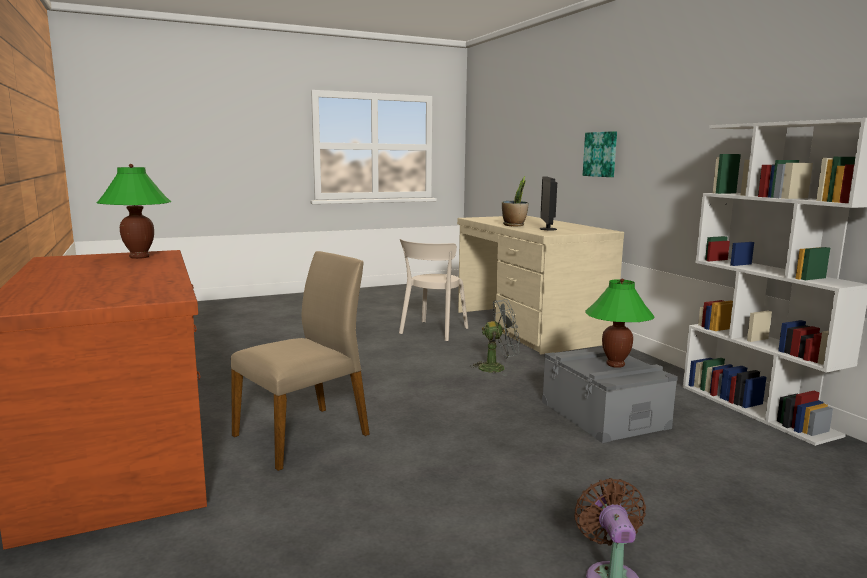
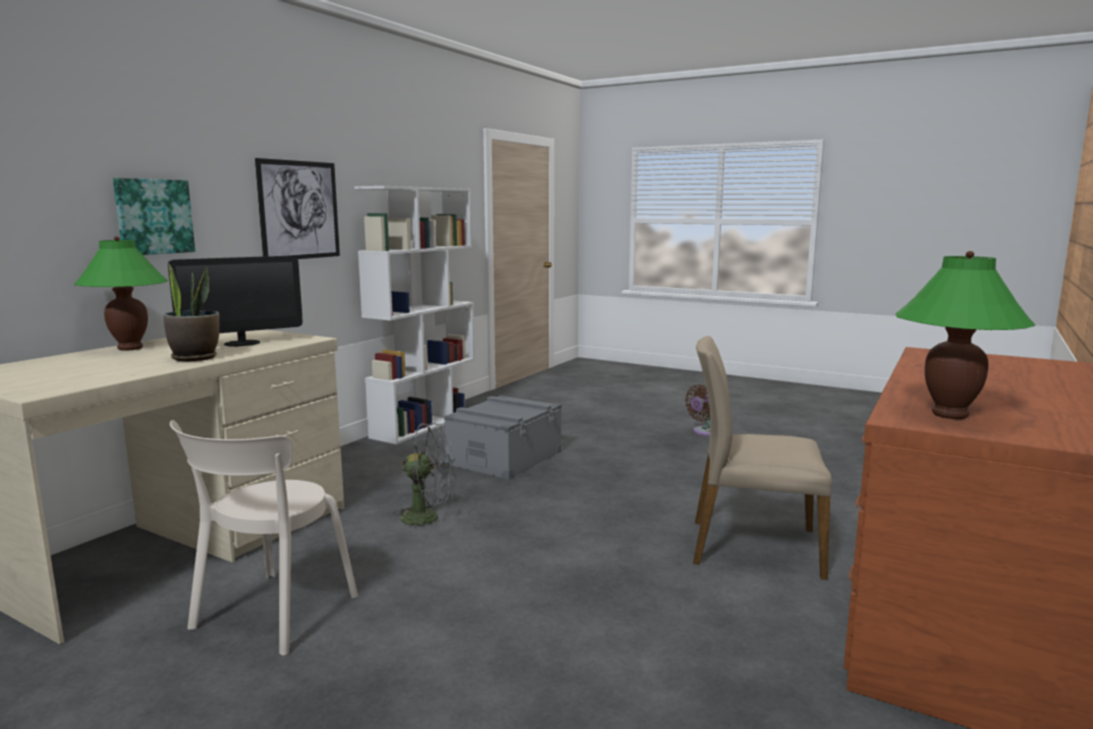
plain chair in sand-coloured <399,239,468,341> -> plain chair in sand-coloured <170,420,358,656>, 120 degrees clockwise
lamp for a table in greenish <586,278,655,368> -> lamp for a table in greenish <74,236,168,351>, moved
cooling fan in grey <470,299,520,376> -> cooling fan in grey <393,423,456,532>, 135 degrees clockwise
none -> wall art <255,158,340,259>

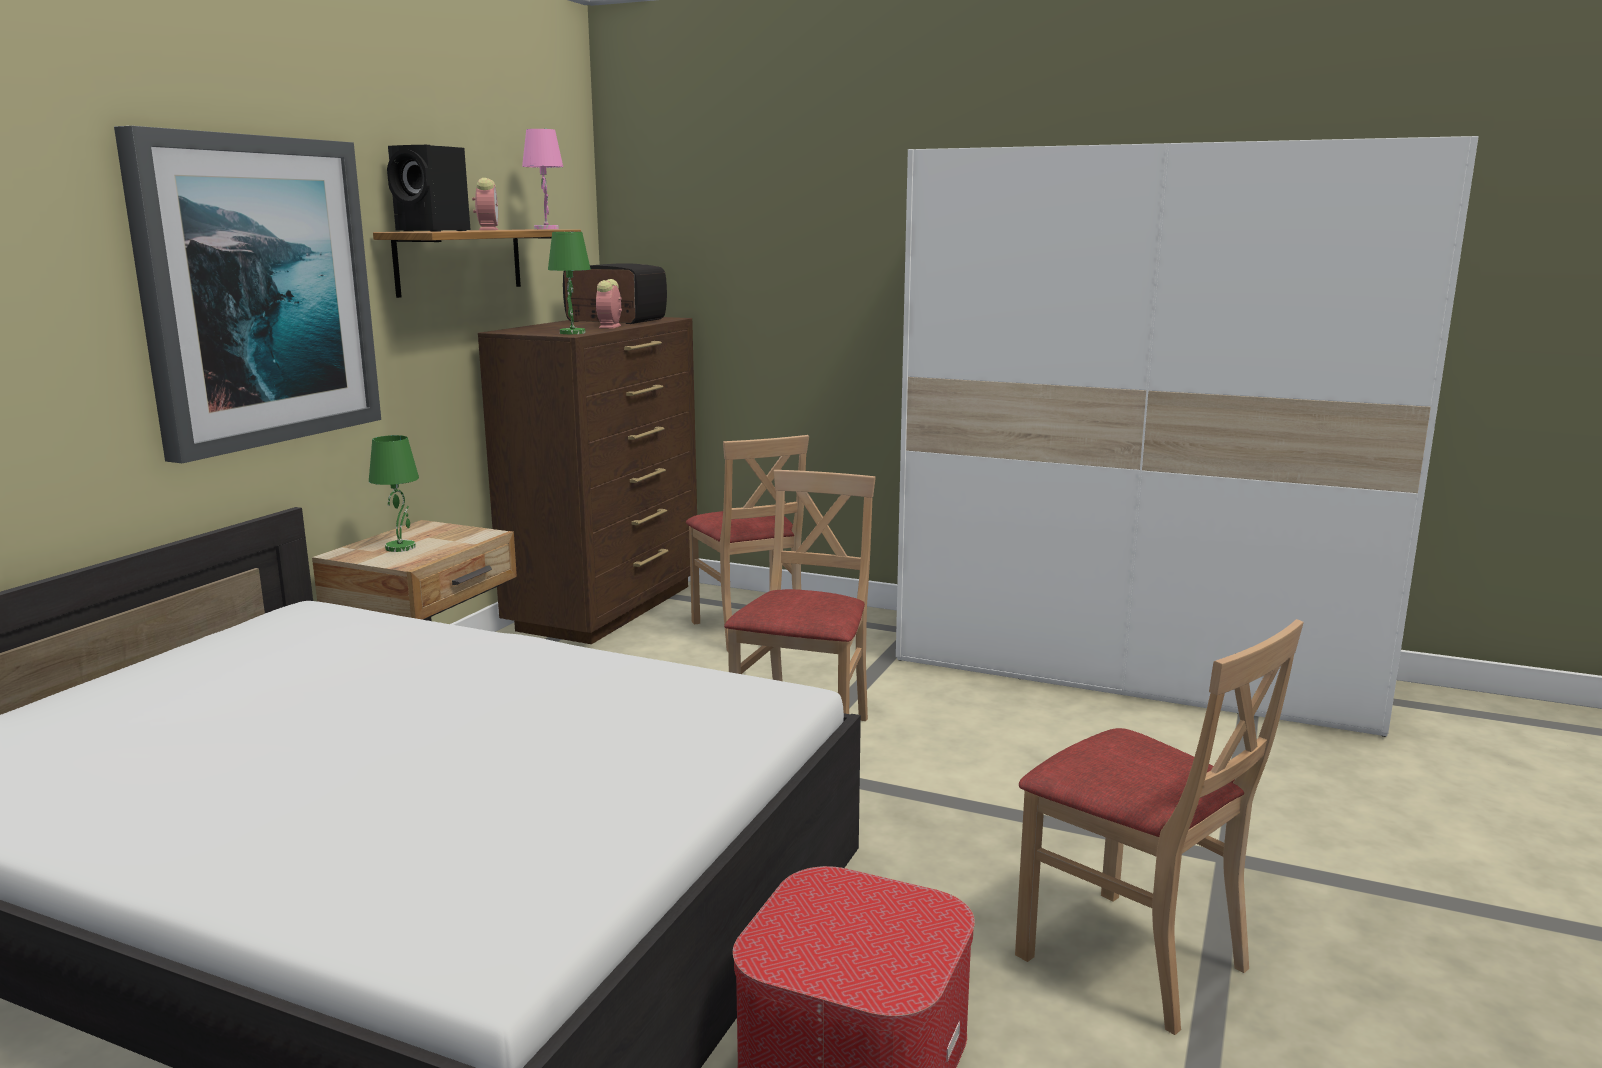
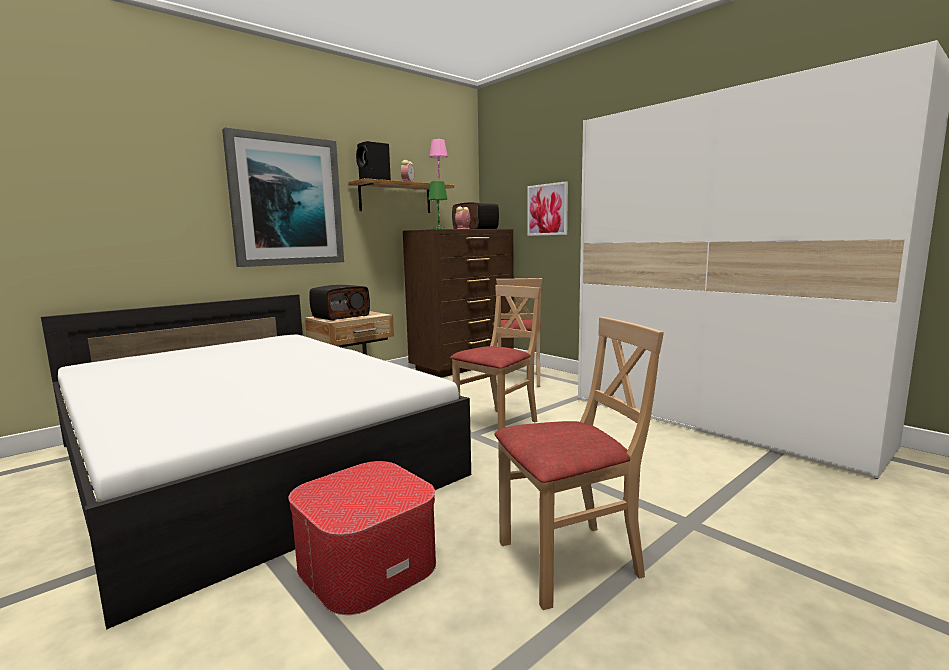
lamp for a table in greenish <369,435,419,552> -> radio receiver <309,285,370,321>
plain chair in sand-coloured <1015,619,1304,1035> -> plain chair in sand-coloured <495,317,664,610>, 90 degrees counterclockwise
none -> wall art <527,181,568,236>

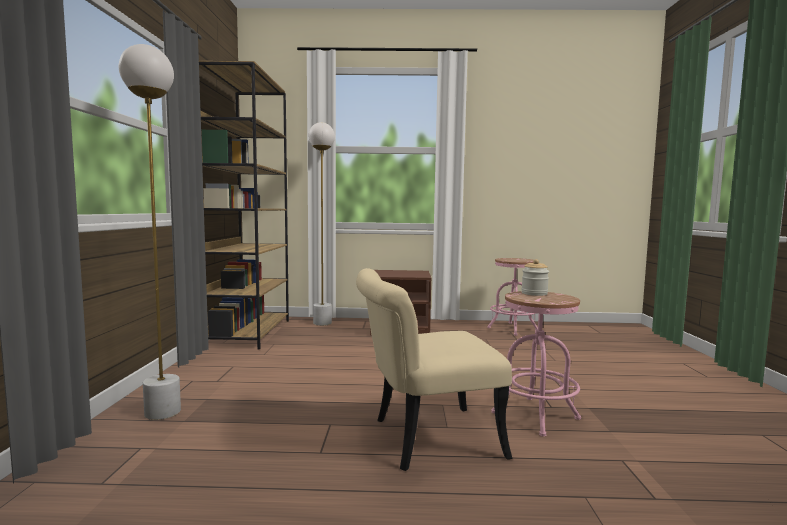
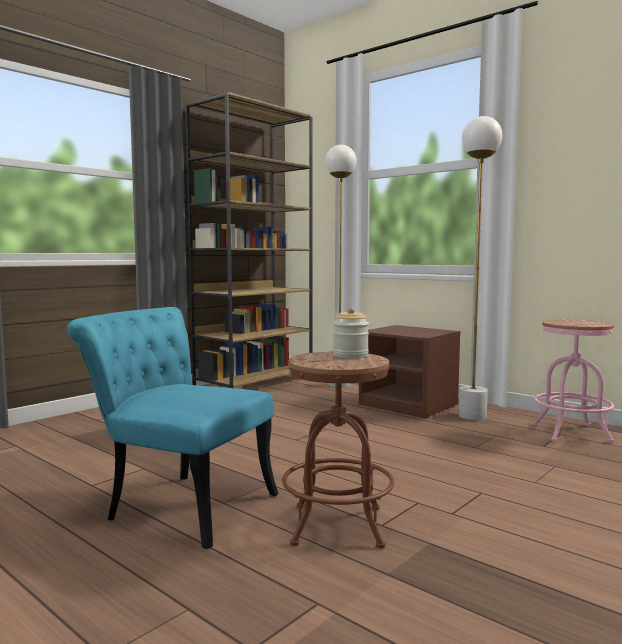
floor lamp in white <119,44,181,420> -> floor lamp in white <459,116,503,420>, moved
plain chair in sand-coloured <356,268,513,471> -> plain chair in turquoise-coloured <67,307,279,549>
sitting stool in pink <491,291,581,436> -> sitting stool in brownish <282,352,394,549>

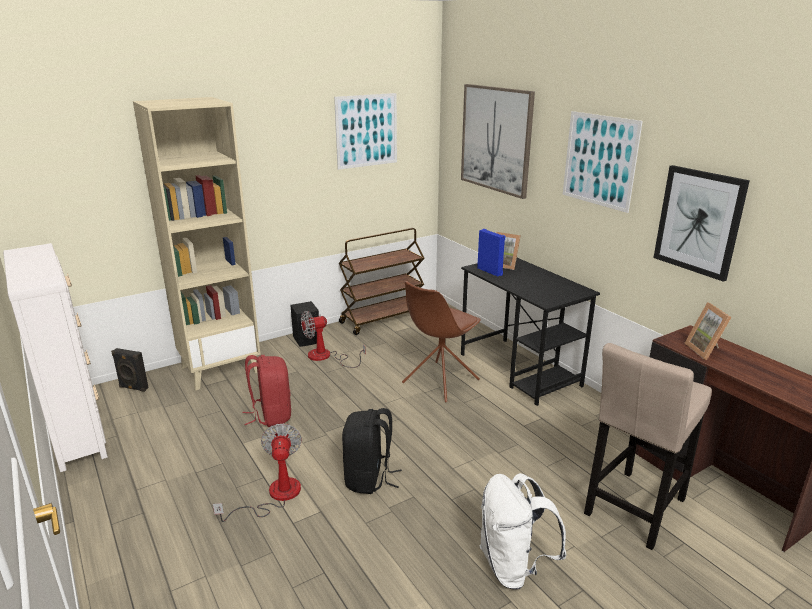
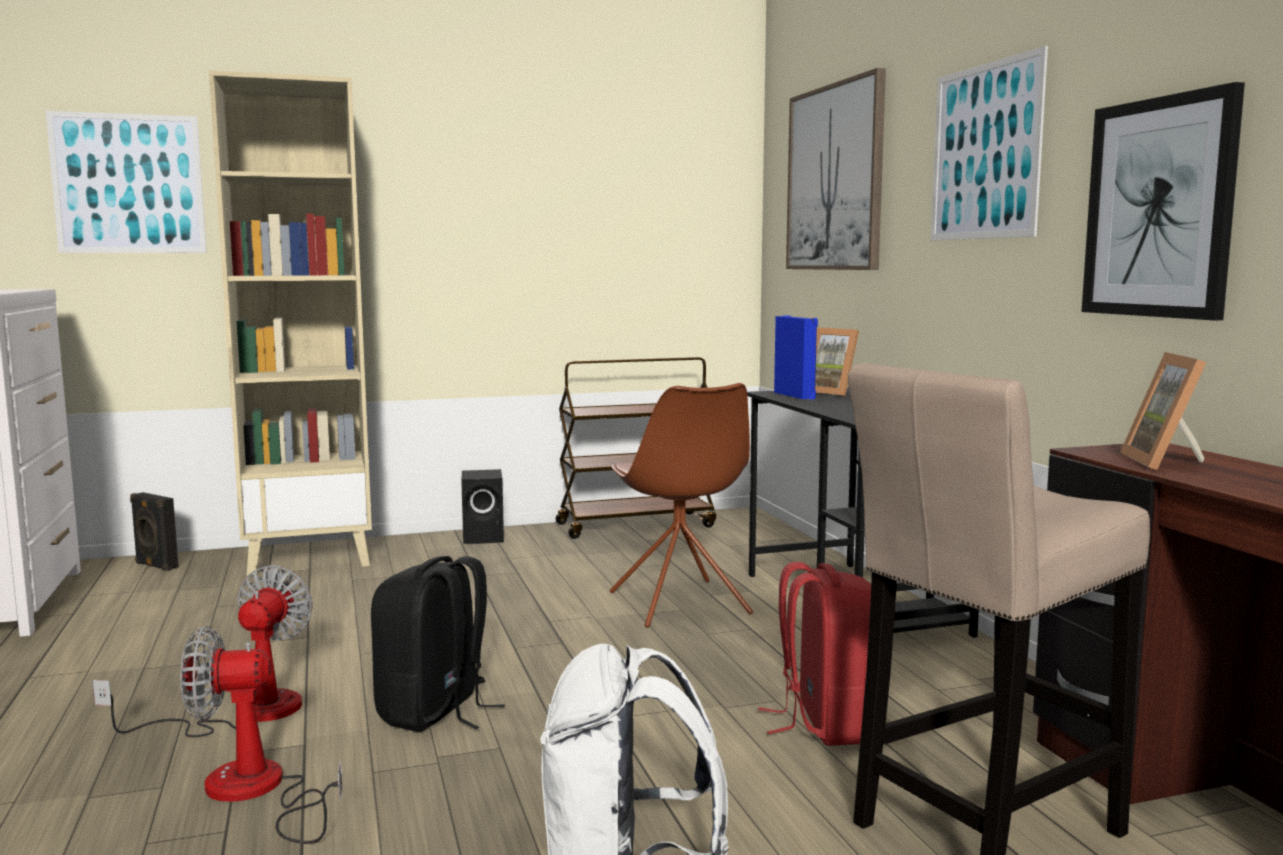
wall art <334,93,397,170> -> wall art <46,111,207,253>, moved
plain chair in brownish <402,281,481,402> -> plain chair in brownish <610,383,753,628>, 75 degrees counterclockwise
cooling fan <301,311,366,368> -> cooling fan <181,626,343,844>, moved
rucksack in reddish <243,355,291,427> -> rucksack in reddish <758,562,871,746>, moved

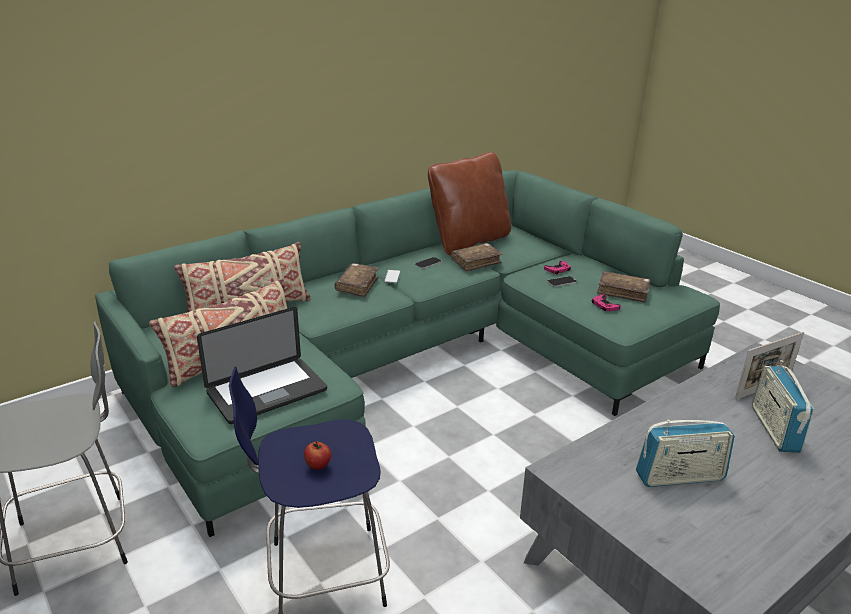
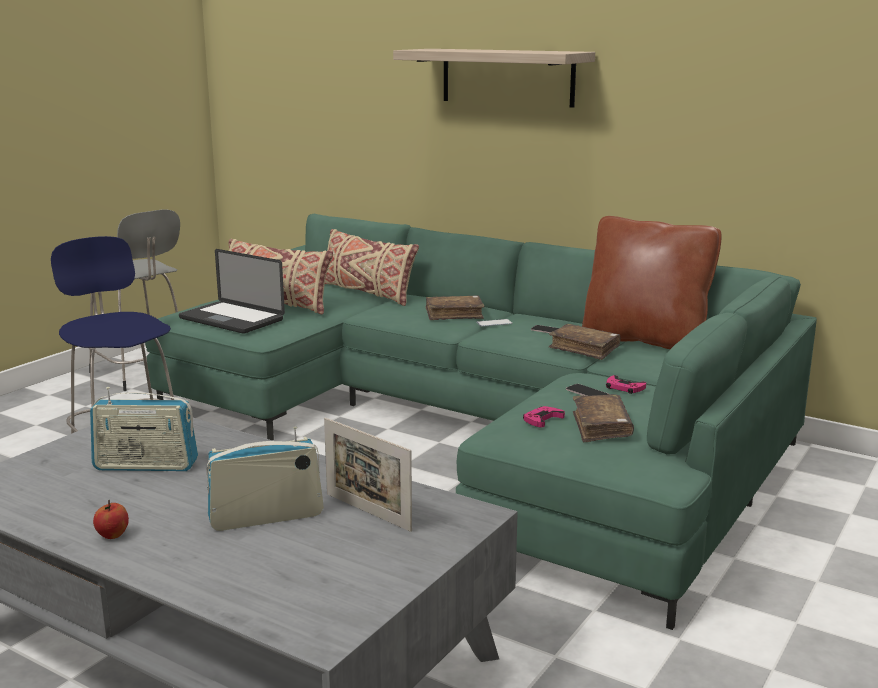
radio receiver <636,420,735,487> -> radio receiver <90,387,198,471>, 60 degrees counterclockwise
whole apple <304,441,332,470> -> whole apple <93,500,129,539>, moved
none -> shelf <393,49,595,108>

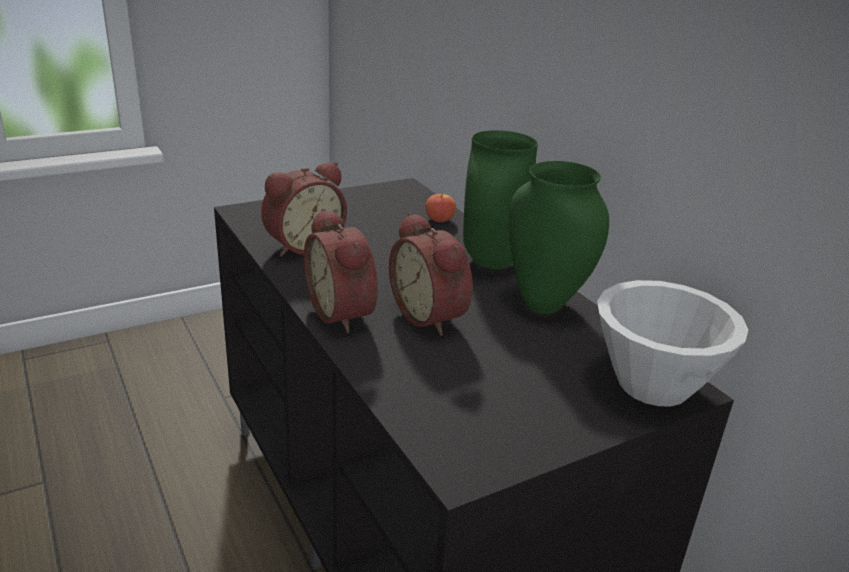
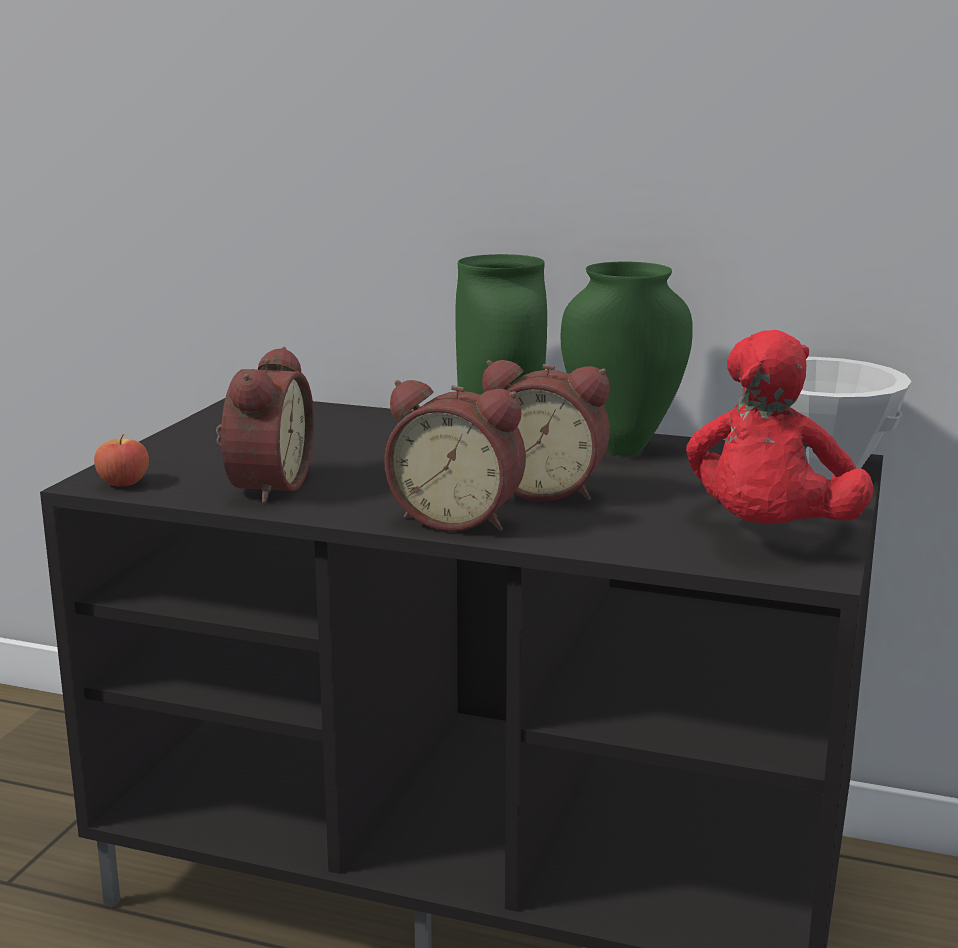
whole apple <425,193,456,222> -> whole apple <94,434,149,487>, moved
none -> soft toy in reddish <686,330,874,524>

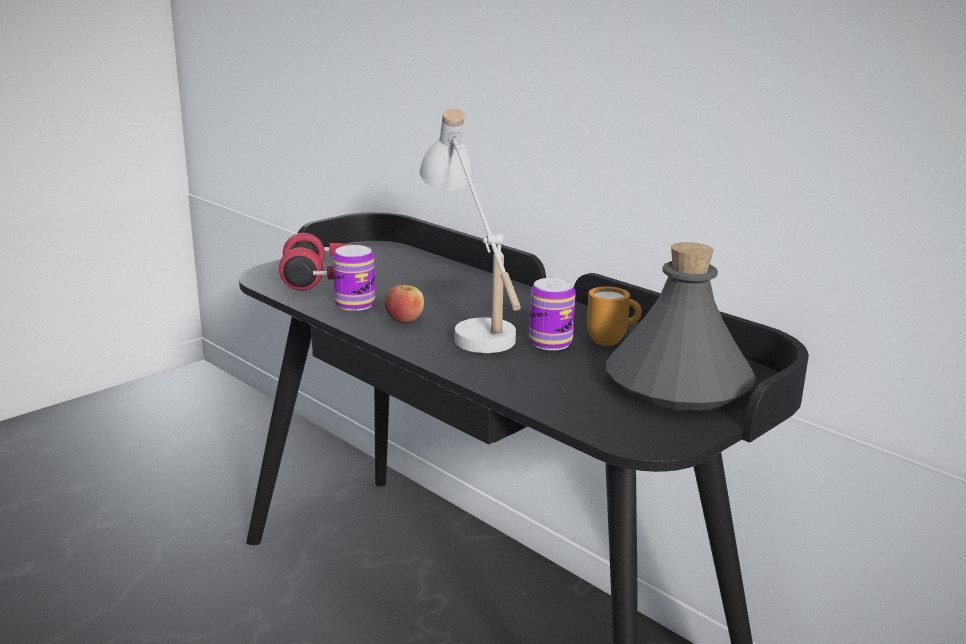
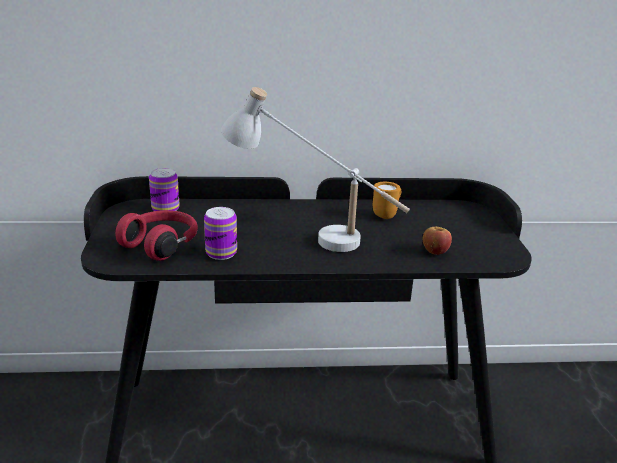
beverage bottle in grey <606,242,756,411> -> none
metal can <529,278,576,350> -> metal can <149,168,179,211>, moved
whole apple <384,281,424,323> -> whole apple <423,226,452,255>, moved

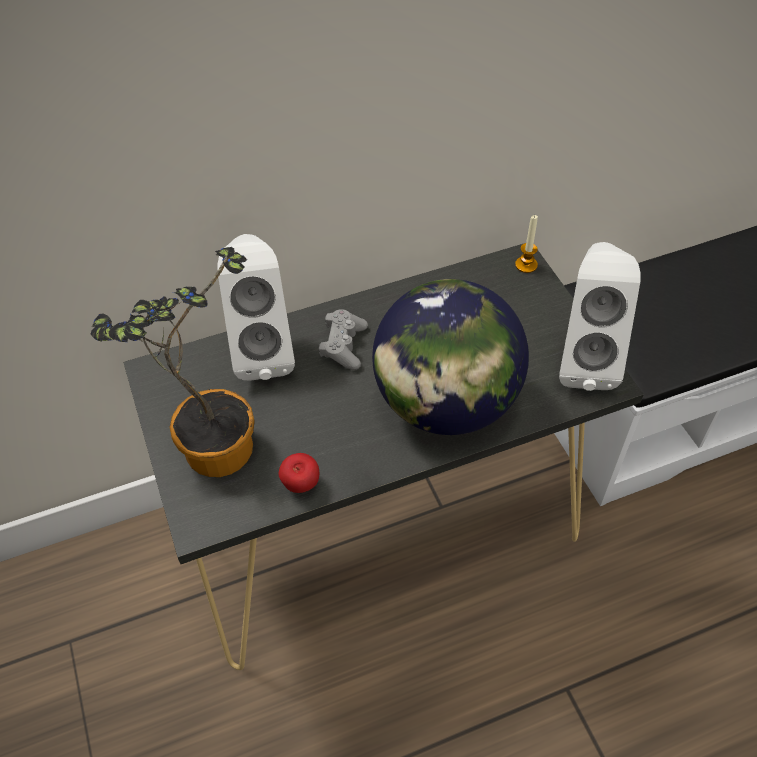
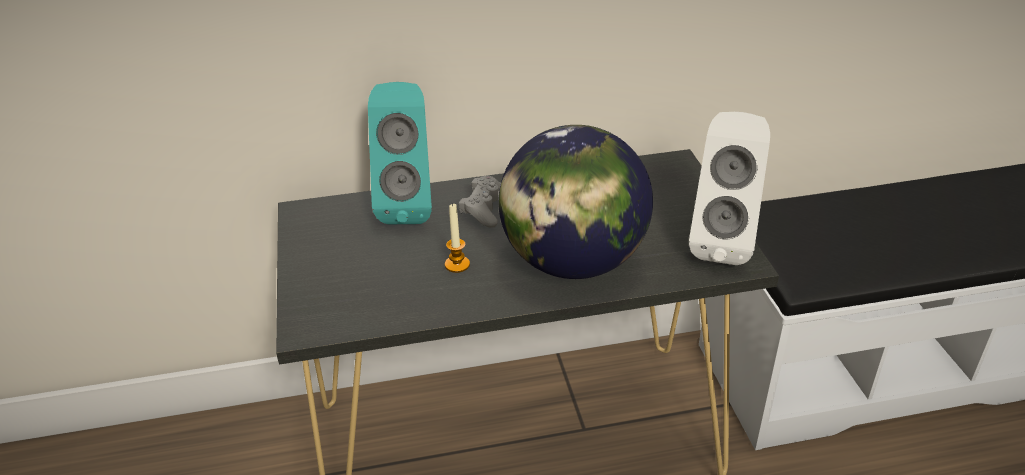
wax light <515,215,538,273> -> wax light <445,203,470,273>, moved
speaker in white <217,234,295,381> -> speaker in turquoise-coloured <368,82,432,224>
houseplant <91,247,255,477> -> none
whole apple <279,453,319,493> -> none

